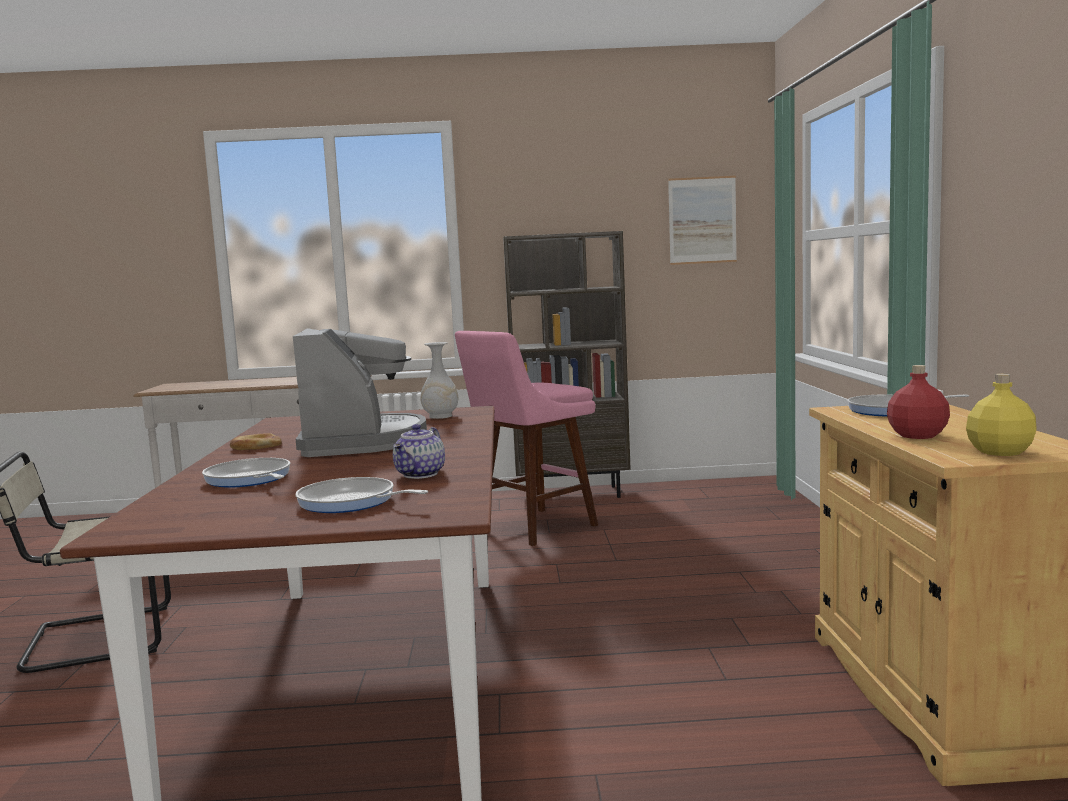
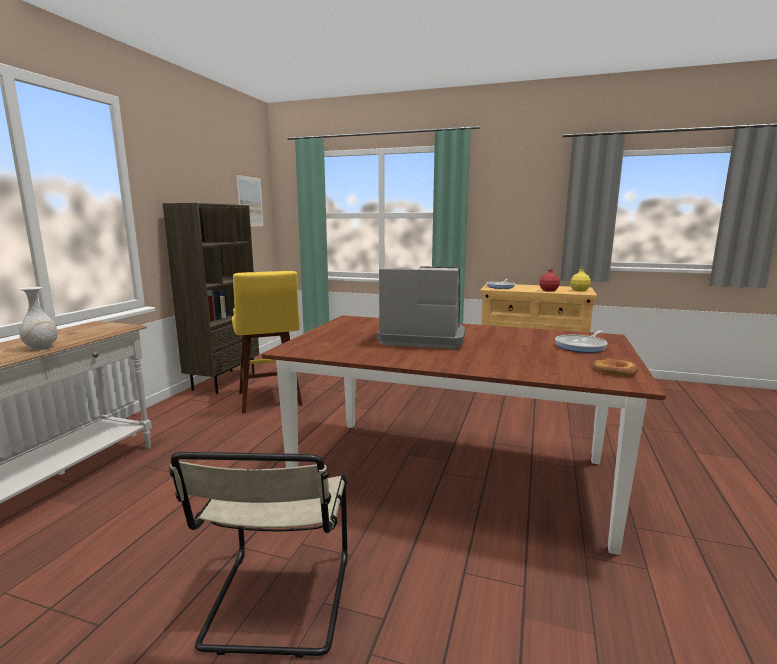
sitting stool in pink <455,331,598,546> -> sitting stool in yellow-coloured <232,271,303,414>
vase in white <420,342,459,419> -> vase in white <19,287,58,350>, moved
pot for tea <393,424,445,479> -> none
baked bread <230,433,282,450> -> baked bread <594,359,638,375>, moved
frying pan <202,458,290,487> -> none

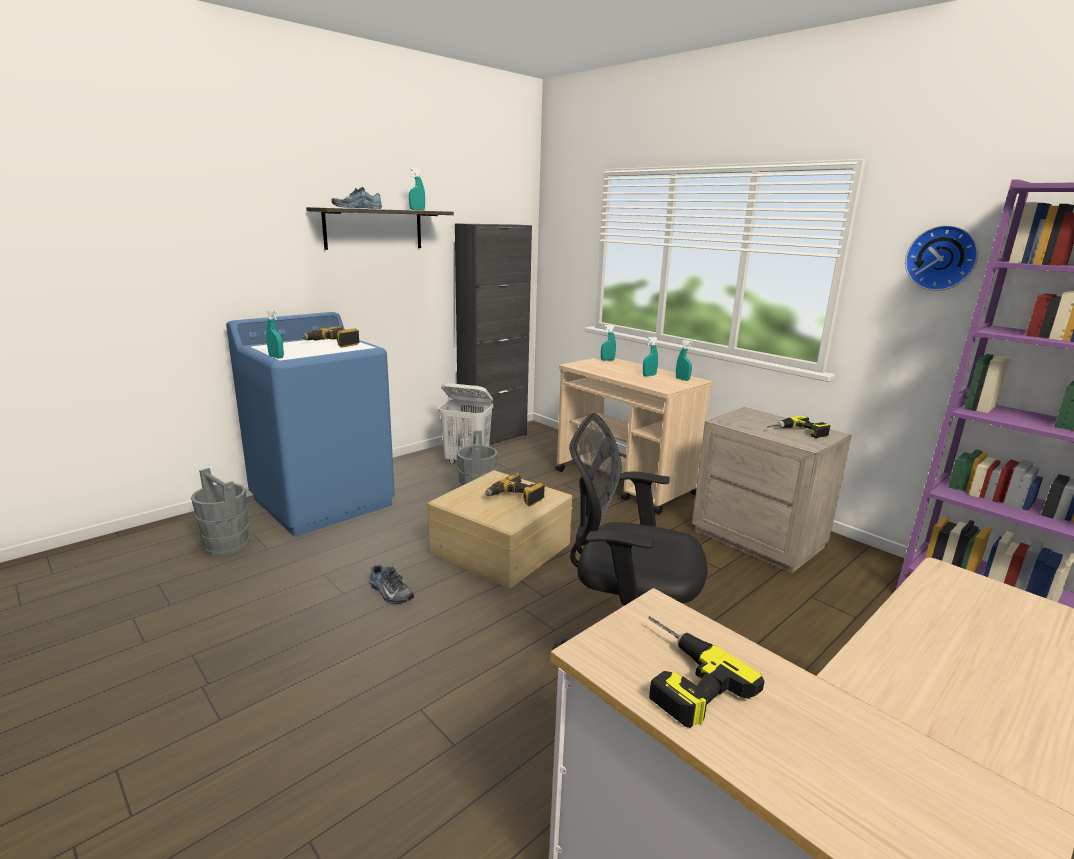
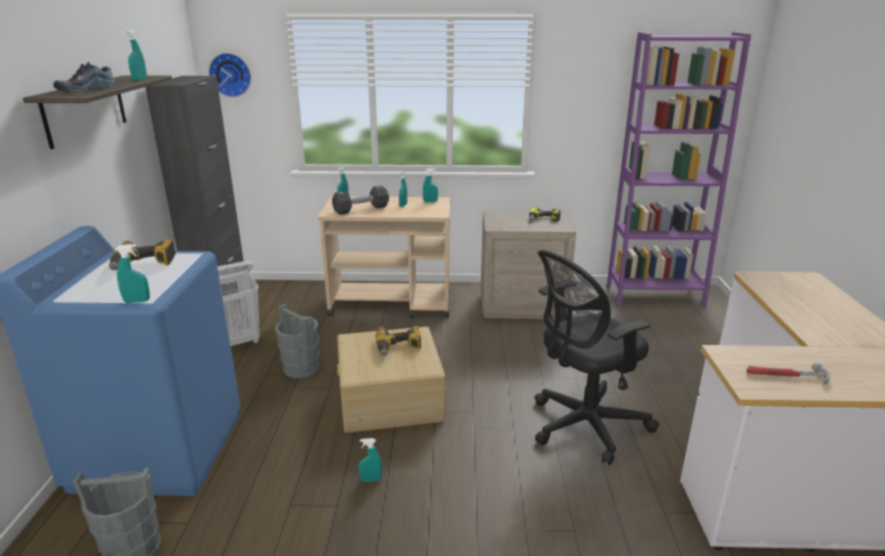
wall clock <905,225,978,291> -> wall clock <209,53,251,97>, moved
low shoe <369,565,414,604> -> sprayer in turquoise-coloured <359,438,382,482>
drill <648,616,765,728> -> hand hammer <747,362,831,385>
none -> free weight in blackish <332,186,389,215>

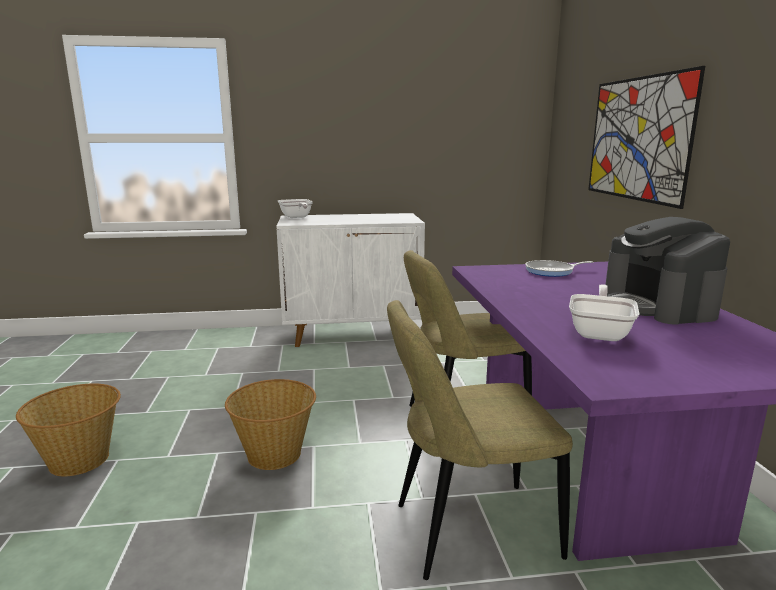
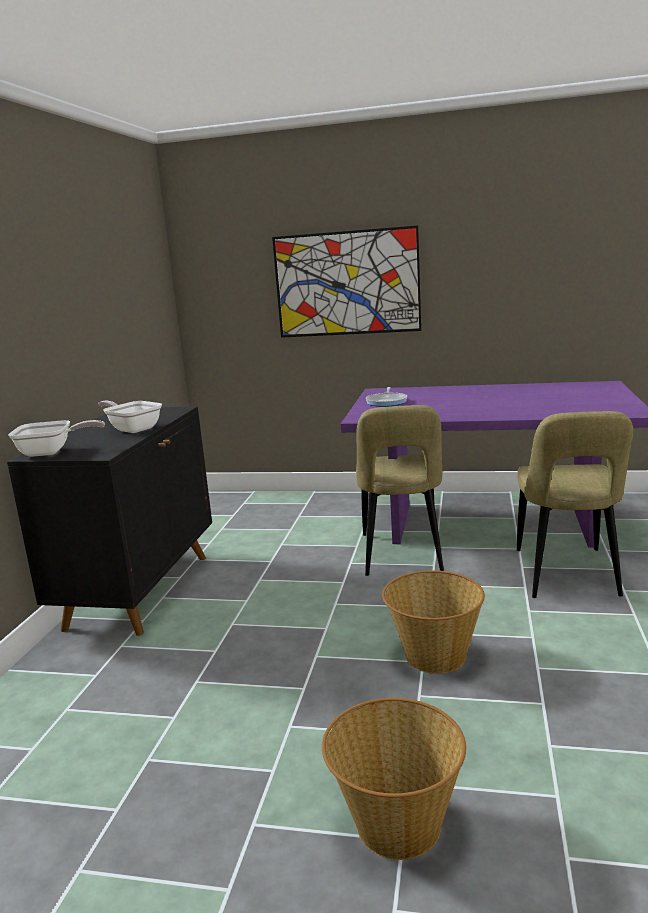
storage cabinet in white <276,213,425,347> -> storage cabinet in blackish <7,406,212,636>
coffee machine <606,217,730,324> -> none
frying pan <569,284,640,341> -> frying pan <98,400,162,433>, moved

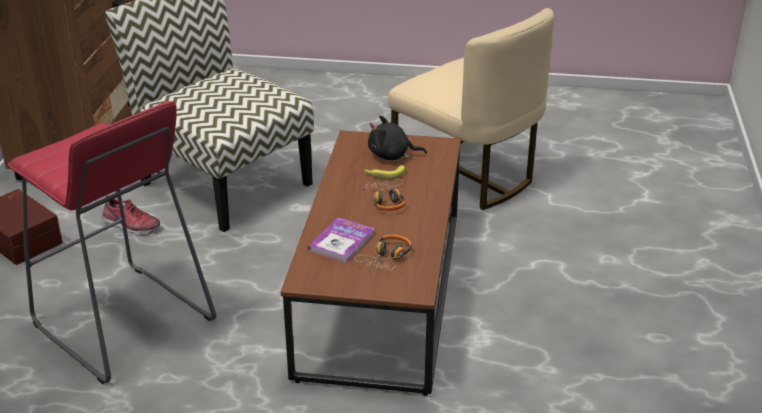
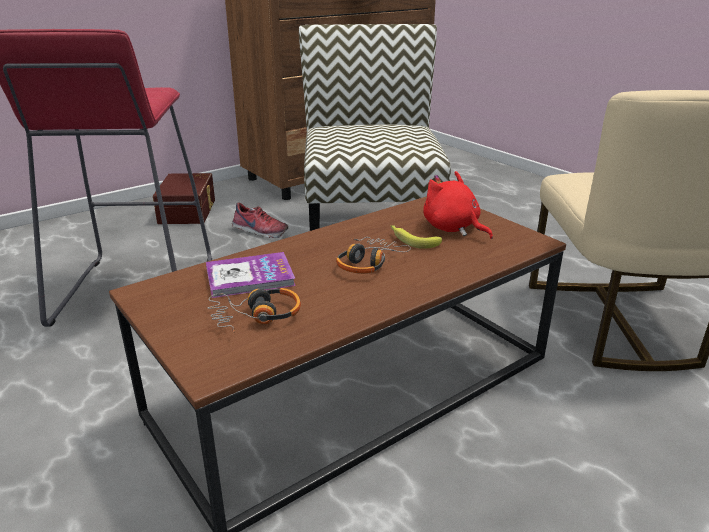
soft toy in blackish <368,115,427,160> -> soft toy in reddish <423,171,493,239>
low shoe <102,196,160,235> -> low shoe <232,203,288,238>, 45 degrees counterclockwise

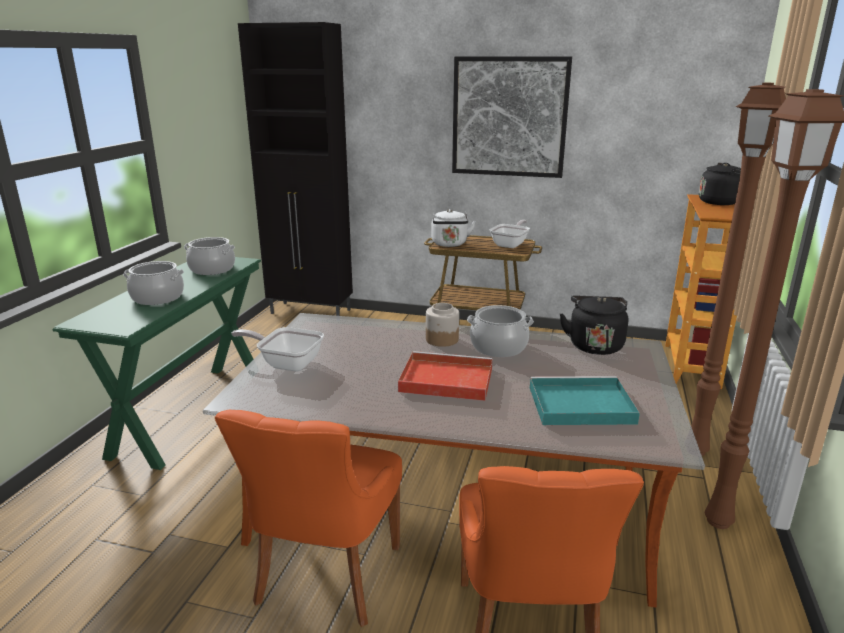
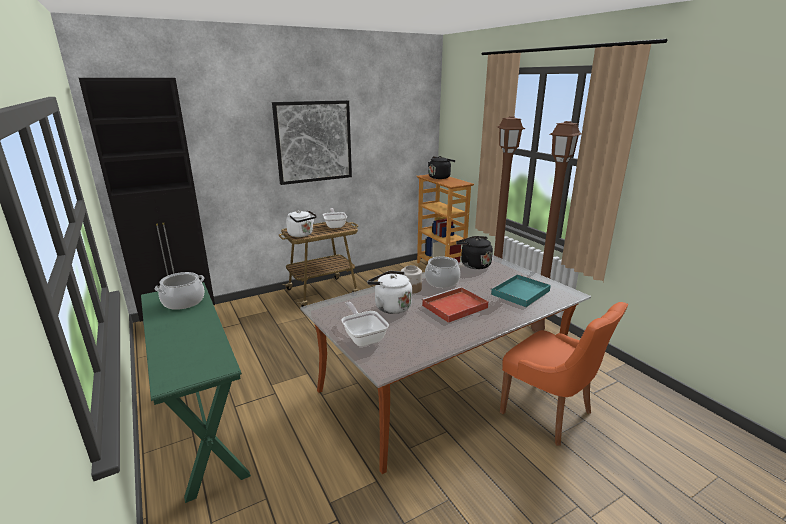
cooking pot <123,261,184,305> -> none
frying pan <231,327,324,372> -> frying pan <341,302,389,347>, 90 degrees clockwise
plain chair in orangey <215,410,402,627> -> none
none -> kettle in white <367,271,412,314>

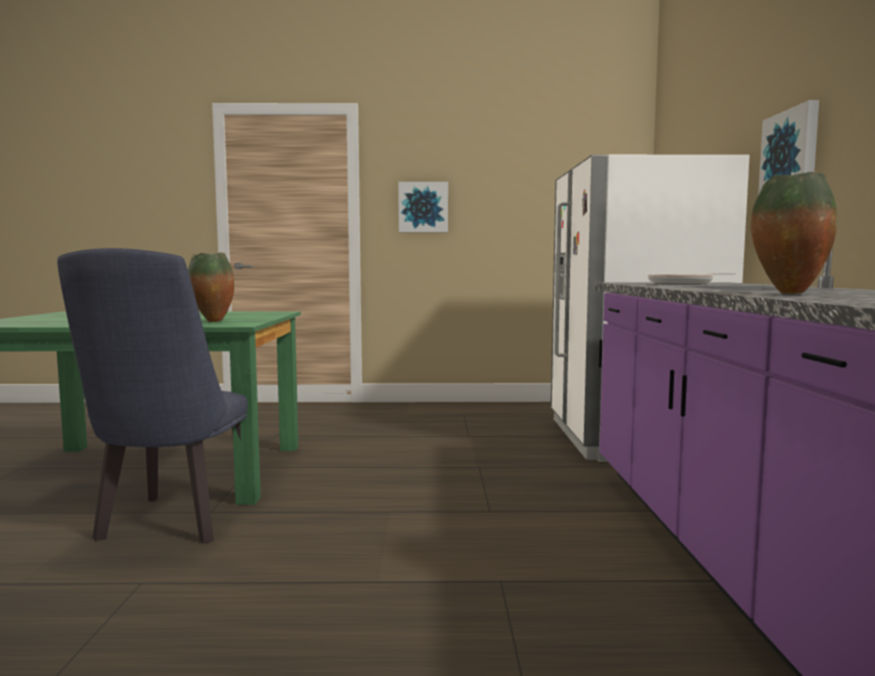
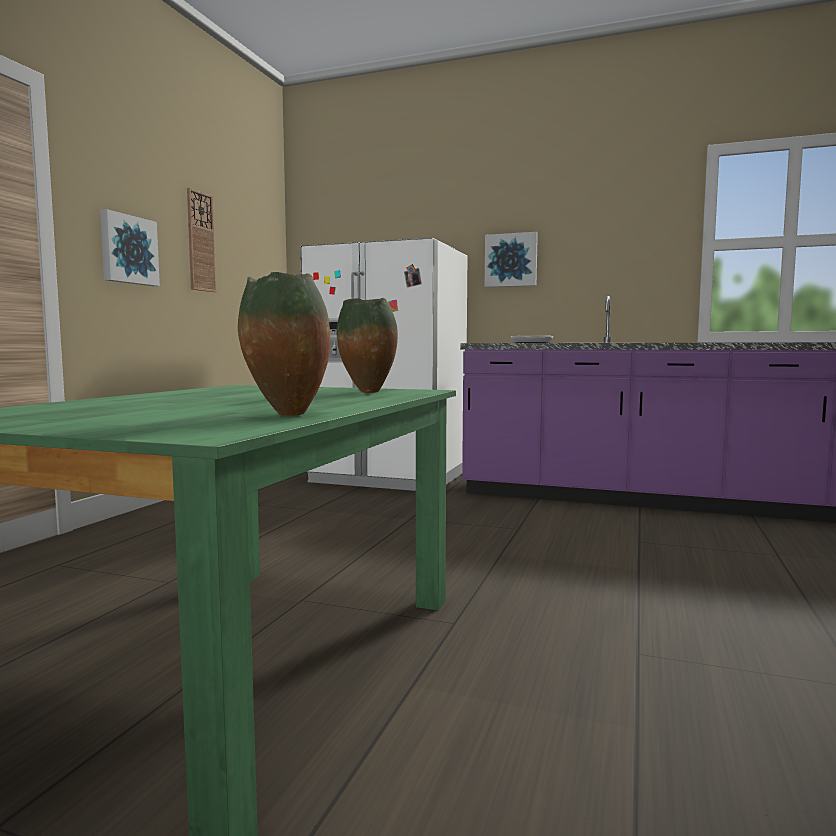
vase <751,172,837,294> -> vase <238,272,330,416>, moved
plain chair in blue <57,248,248,544> -> none
none -> wall clock <187,188,217,292>

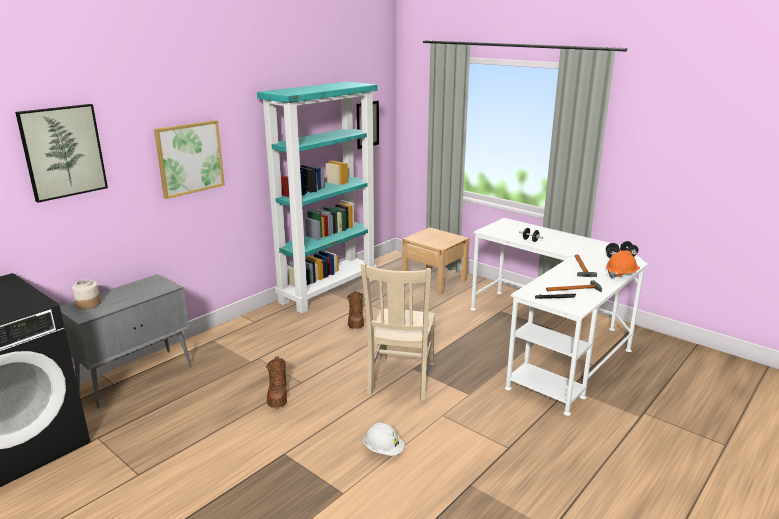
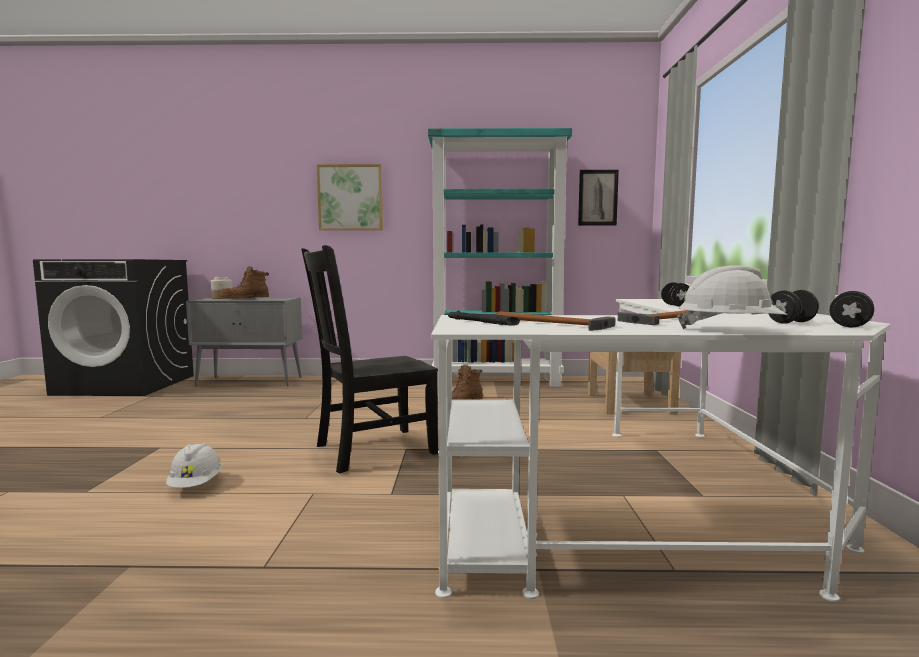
wall art <15,104,108,203> -> none
work helmet in orangey <606,250,640,278> -> work helmet in white <677,265,787,329>
plain chair in sand-coloured <361,263,435,400> -> plain chair in blackish <301,245,438,474>
high-top boot in brownish <266,356,287,408> -> high-top boot in brownish <220,266,269,299>, moved

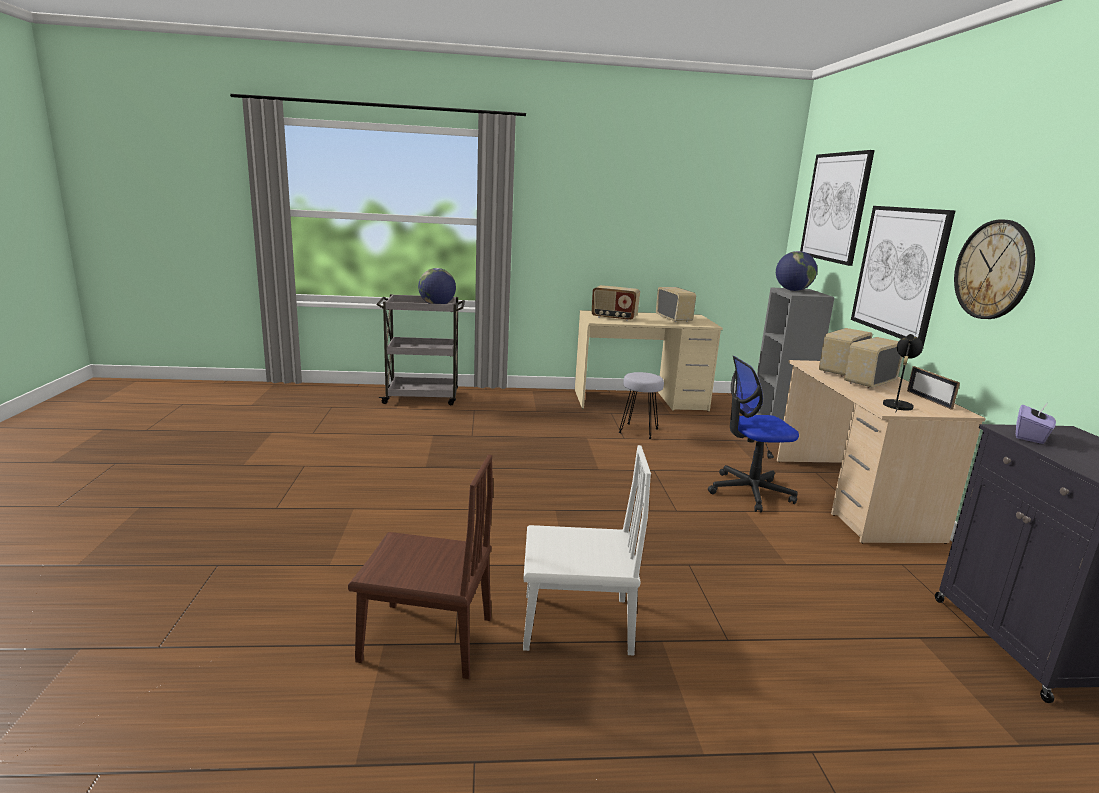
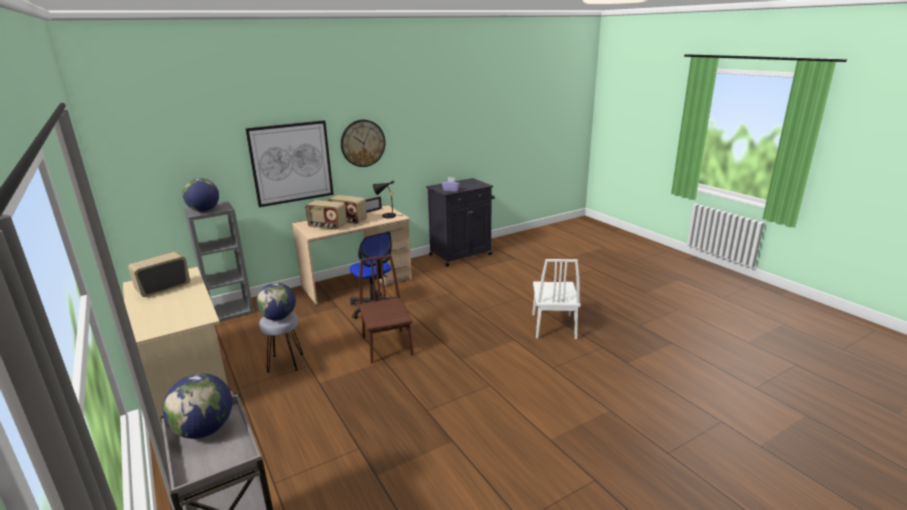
wall art <800,150,875,266> -> none
radio receiver <592,285,640,321> -> none
plain chair in white <523,445,651,655> -> plain chair in white <533,259,581,339>, 150 degrees counterclockwise
plain chair in brownish <348,455,493,679> -> plain chair in brownish <359,255,413,364>, moved
none -> desk globe <256,283,296,320>

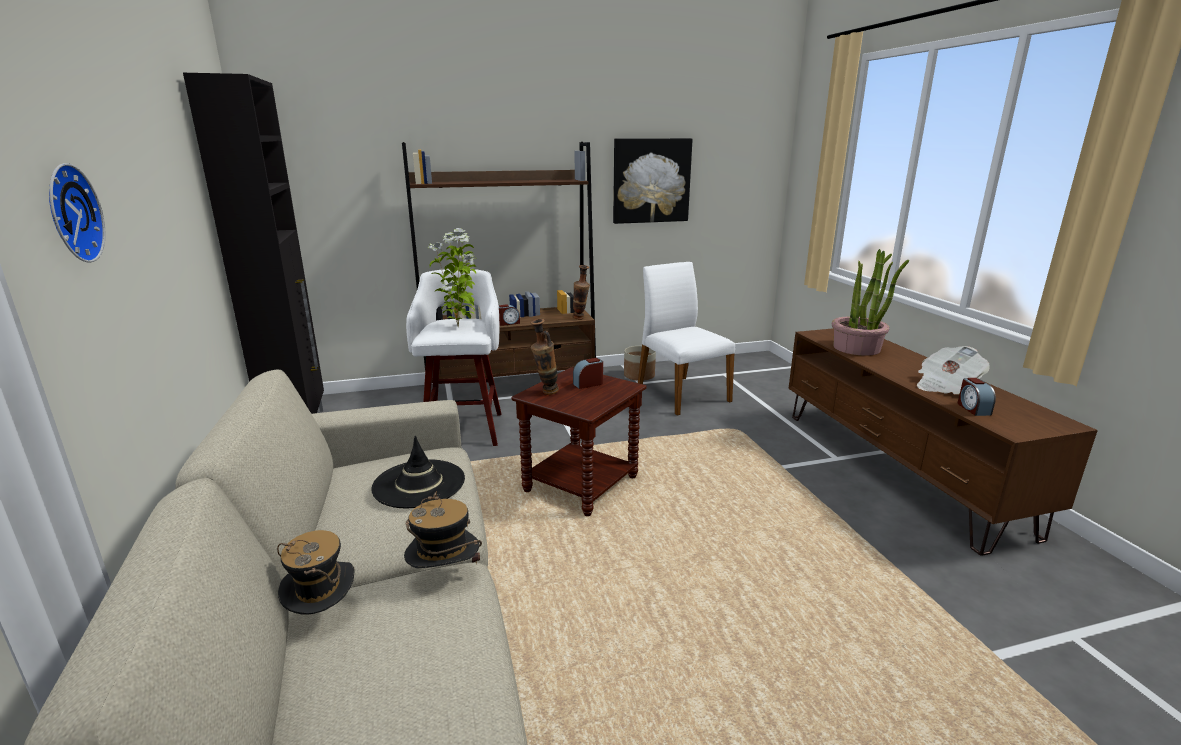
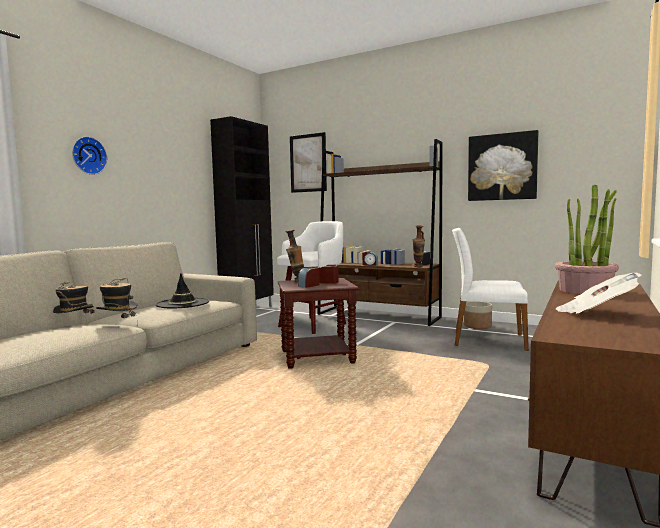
houseplant <429,228,476,327> -> none
plain chair in white <638,262,735,415> -> plain chair in white <452,228,529,351>, 90 degrees counterclockwise
table clock <958,378,996,416> -> table clock <298,266,320,288>, moved
none -> wall art <290,132,327,193>

